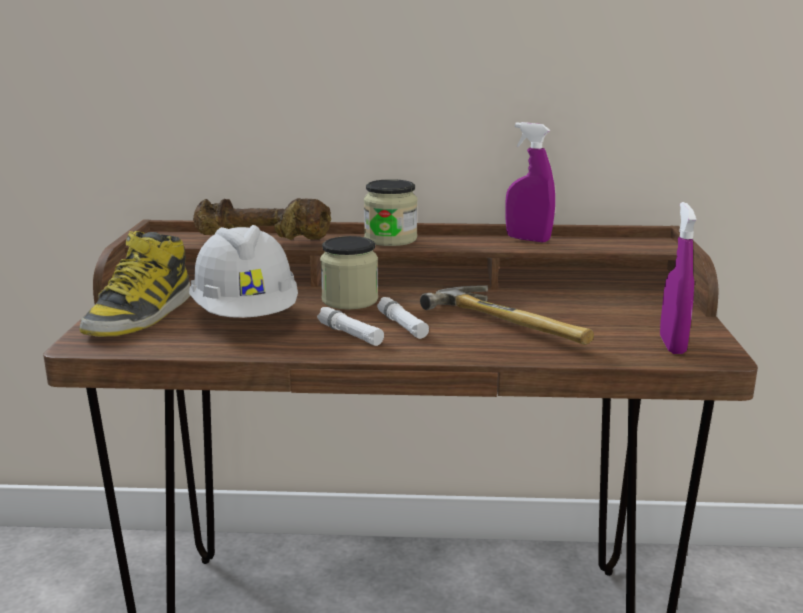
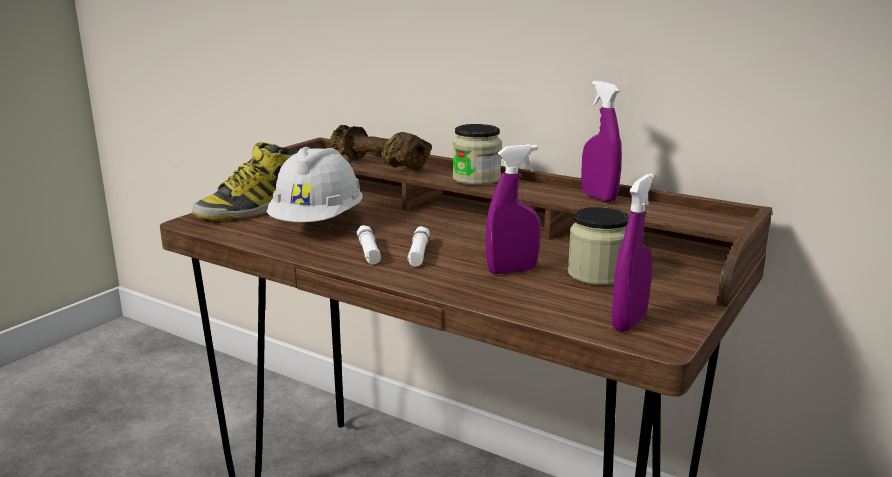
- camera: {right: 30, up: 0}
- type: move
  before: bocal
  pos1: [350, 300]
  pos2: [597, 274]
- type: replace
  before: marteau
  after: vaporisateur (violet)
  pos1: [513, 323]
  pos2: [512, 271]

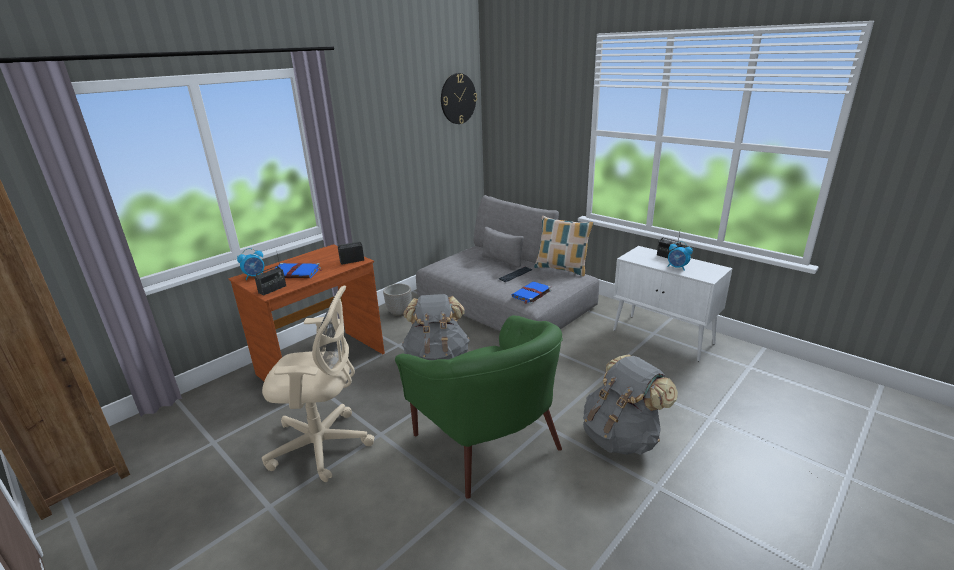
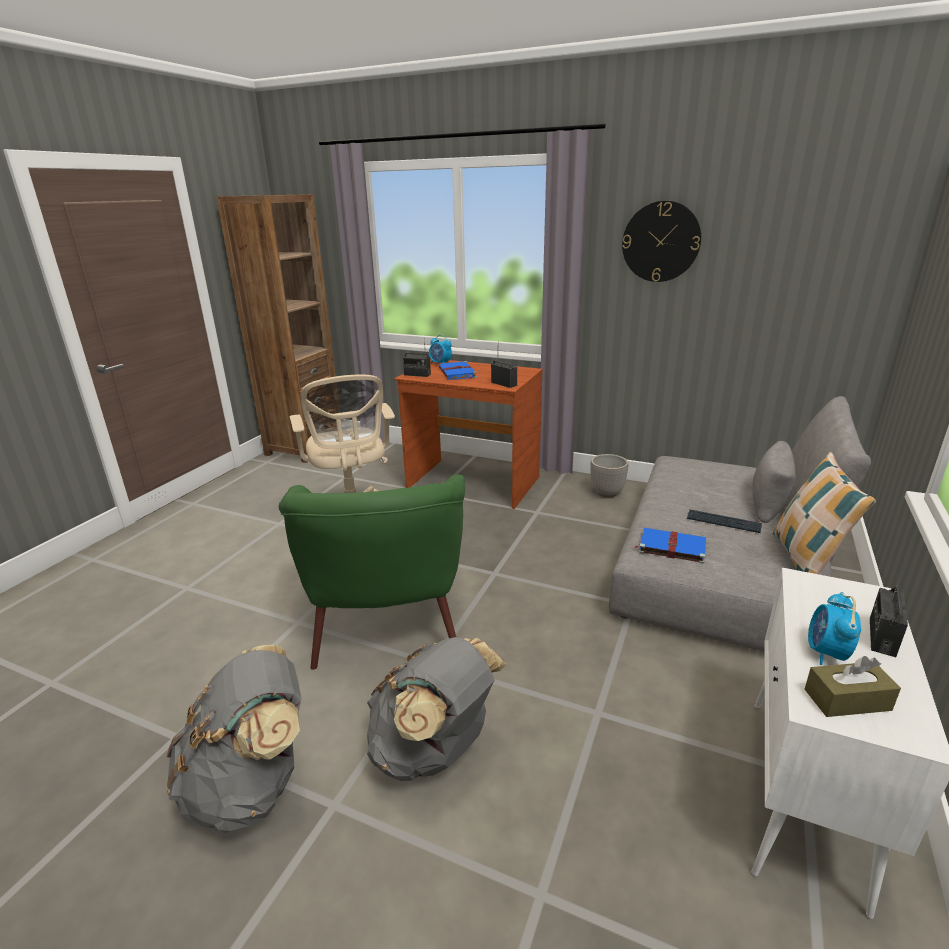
- camera: {right: 70, up: 0}
- type: insert
  after: boîte à mouchoirs (marron)
  pos2: [847, 700]
- type: move
  before: sac à dos (gris)
  pos1: [437, 359]
  pos2: [252, 784]
- type: move
  before: horloge murale
  pos1: [458, 99]
  pos2: [661, 242]
- type: rotate
  before: fauteuil (vert)
  pos1: [488, 441]
  pos2: [387, 619]
  turn: -45

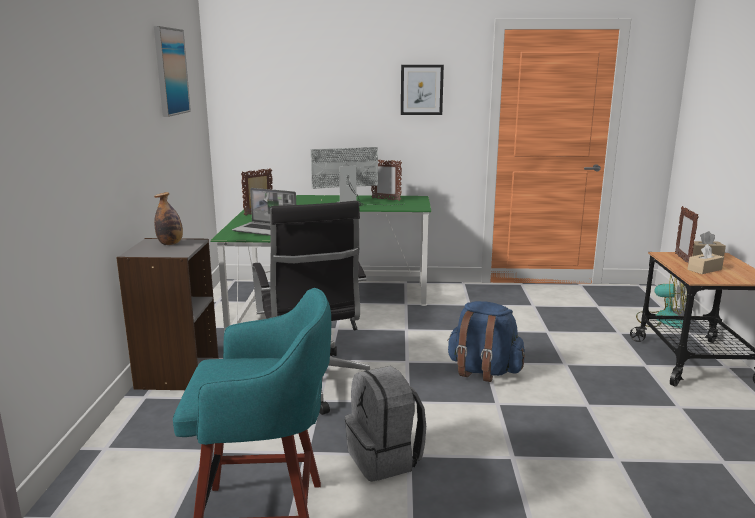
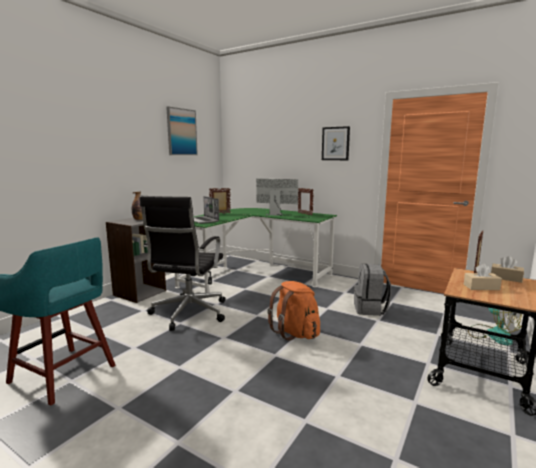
- camera: {right: 30, up: -5}
- type: move
  before: sac à dos (gris)
  pos1: [385, 458]
  pos2: [370, 309]
- type: recolor
  before: sac à dos (bleu)
  after: sac à dos (orange)
  pos1: [483, 371]
  pos2: [295, 333]

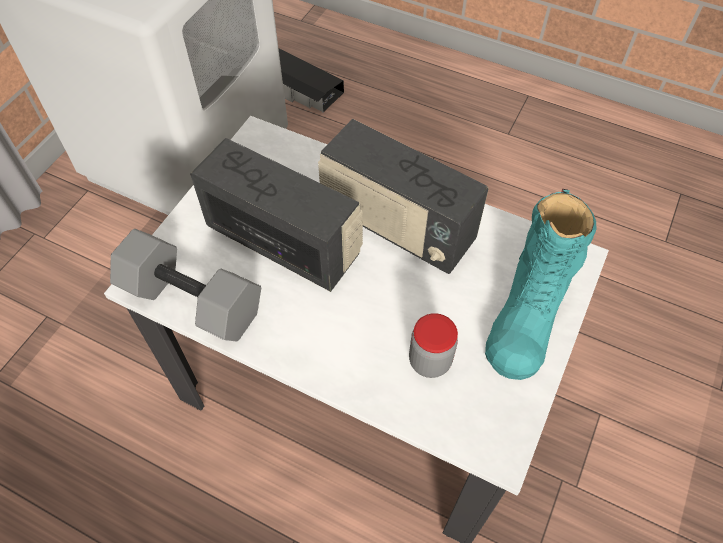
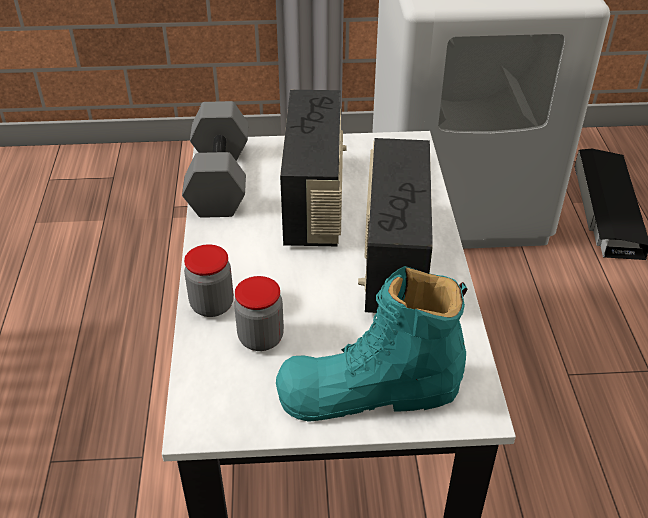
- camera: {right: 60, up: -15}
- type: insert
  after: bocal
  pos2: [212, 305]

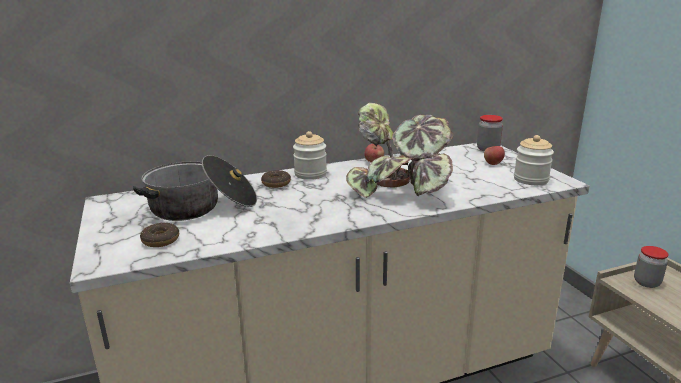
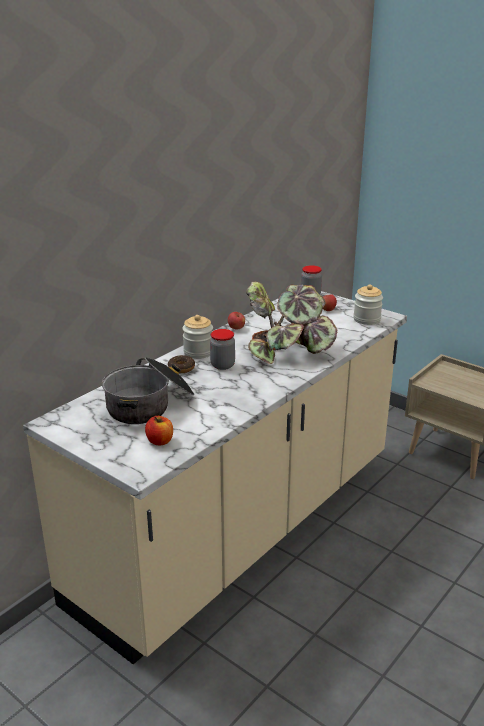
- camera: {right: -30, up: 5}
- type: move
  before: bocal
  pos1: [646, 282]
  pos2: [222, 365]
- type: replace
  before: beignet
  after: pomme
  pos1: [160, 240]
  pos2: [160, 441]

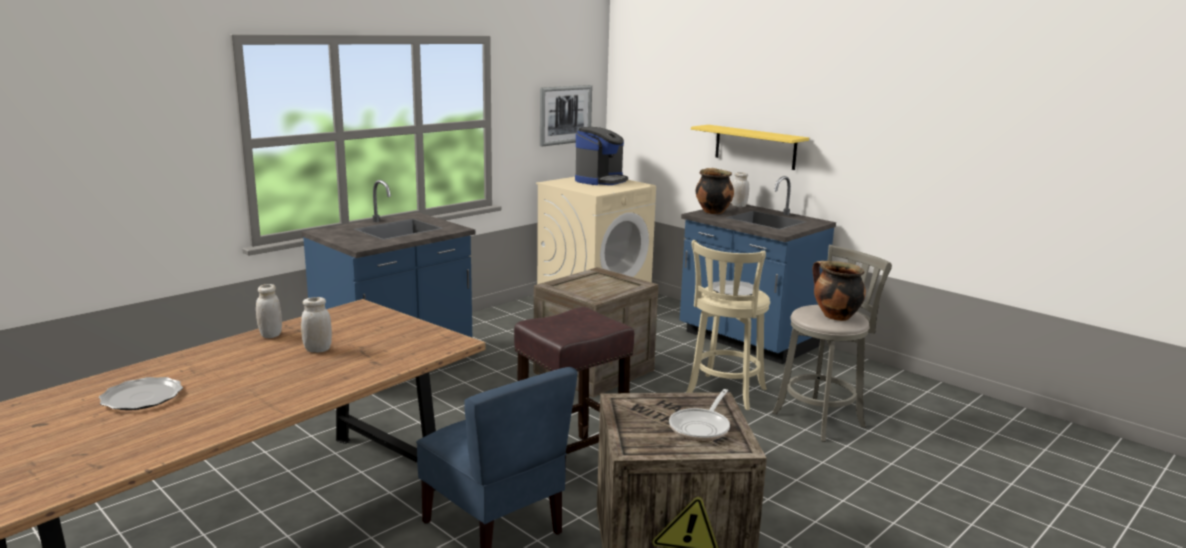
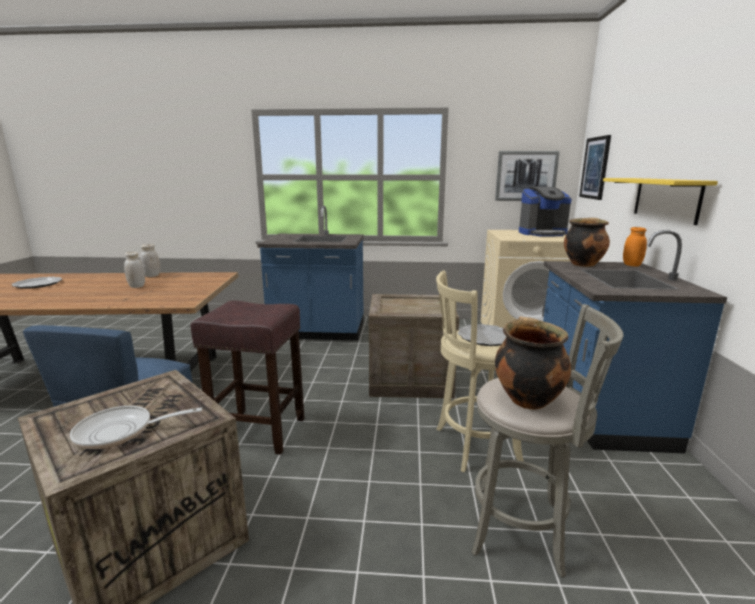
- camera: {right: 50, up: 0}
- type: insert
  after: tableau
  pos2: [595, 168]
- type: recolor
  before: bocal (blanc)
  after: bocal (orange)
  pos1: [738, 206]
  pos2: [631, 265]

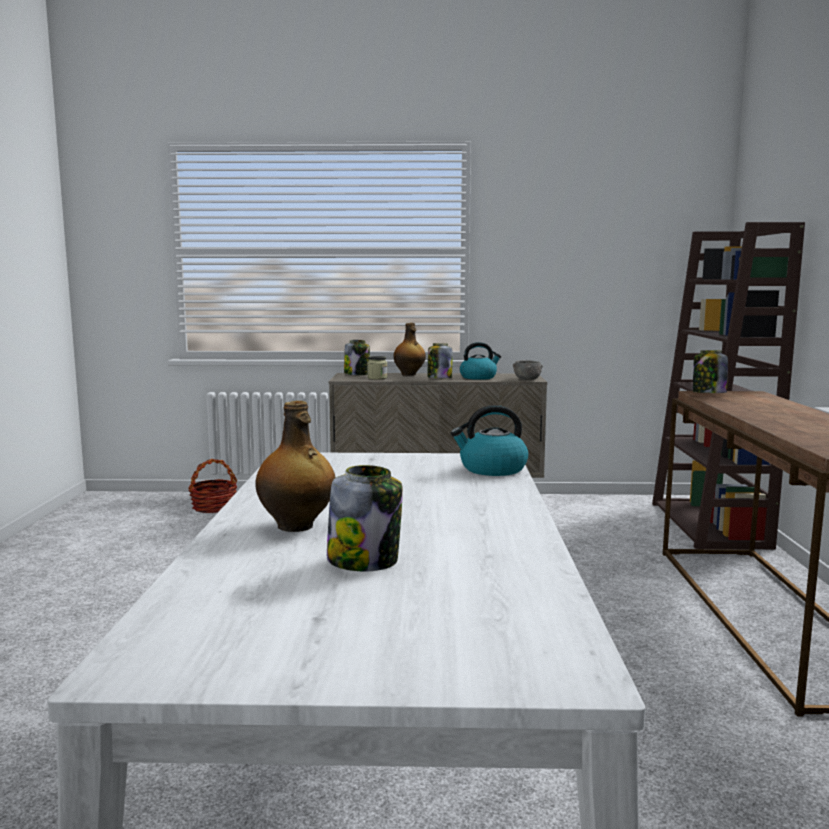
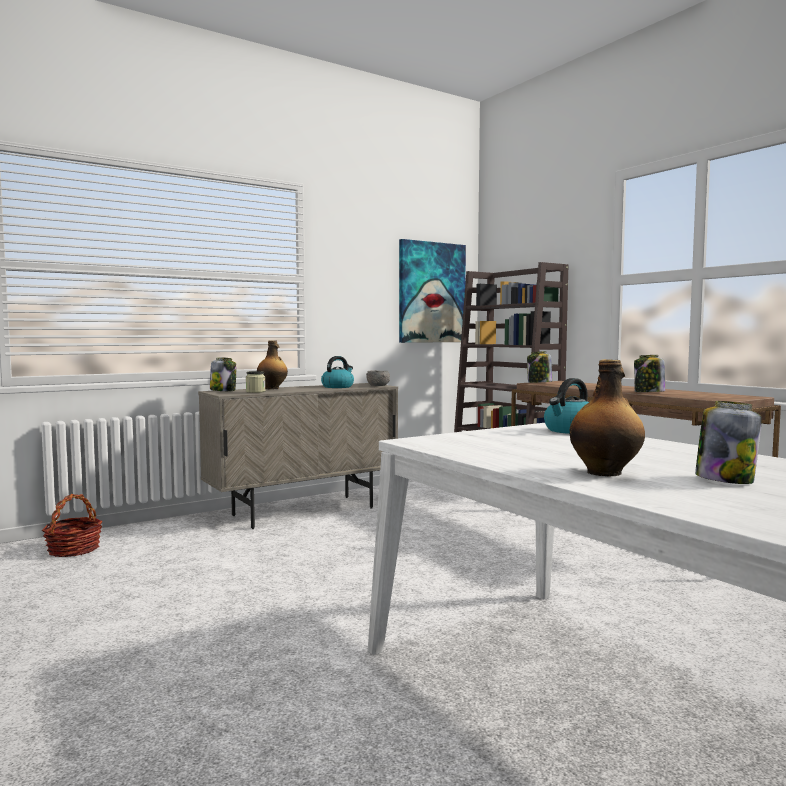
- camera: {right: -35, up: -5}
- type: insert
  after: tableau
  pos2: [431, 292]
- type: move
  before: bocal
  pos1: [439, 378]
  pos2: [648, 392]

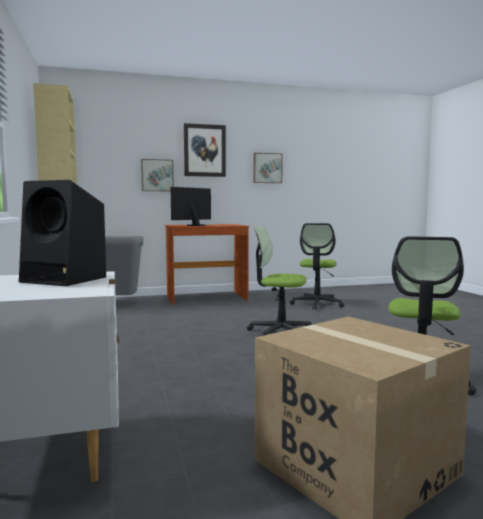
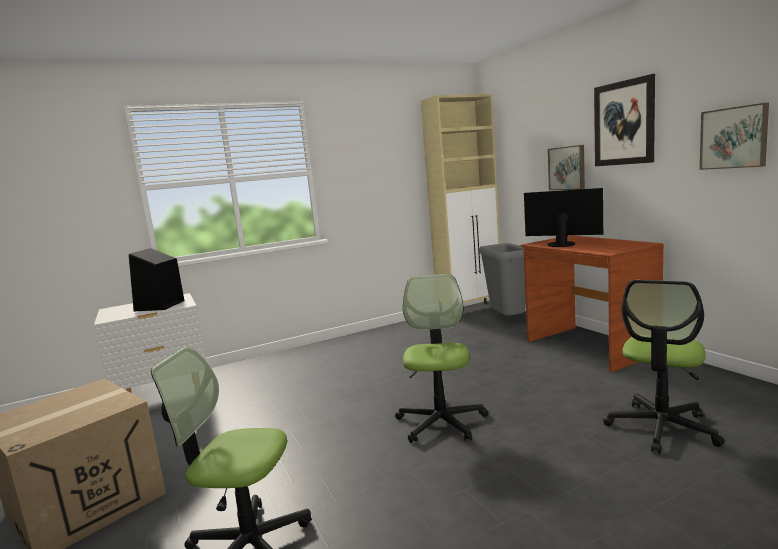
- camera: {right: 80, up: 5}
- type: rotate
  before: chaise de bureau
  pos1: [317, 304]
  pos2: [661, 428]
  turn: -60

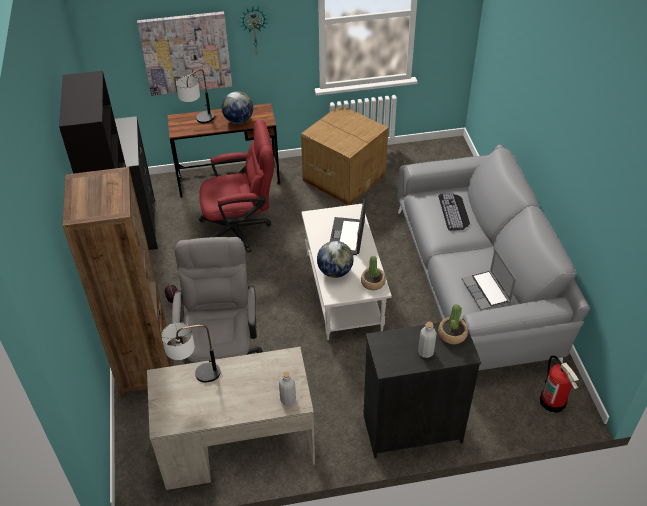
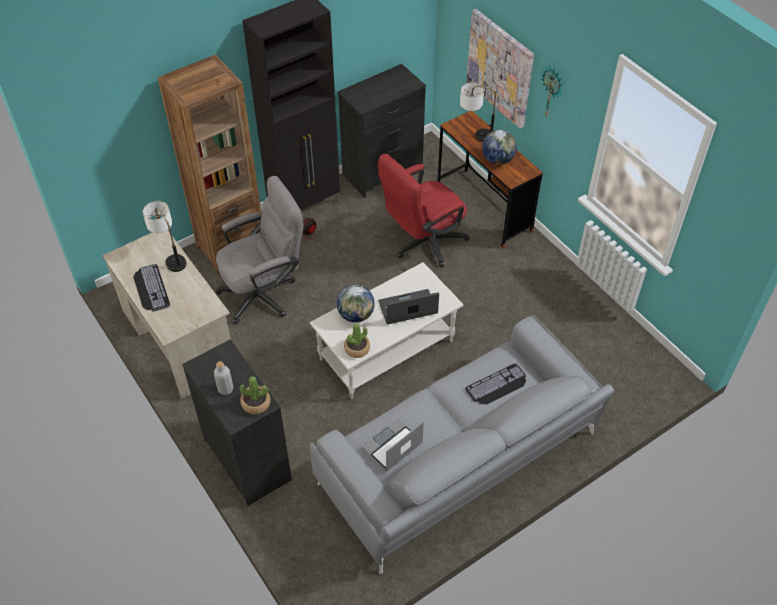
- camera: {right: 65, up: 5}
- type: delete
  before: bouteille (gris)
  pos1: [288, 400]
- type: delete
  before: carton
  pos1: [344, 176]
- type: delete
  before: extincteur
  pos1: [553, 401]
- type: insert
  after: clavier
  pos2: [150, 288]
- type: rotate
  before: chaise de bureau (rouge)
  pos1: [241, 229]
  pos2: [423, 244]
  turn: 90

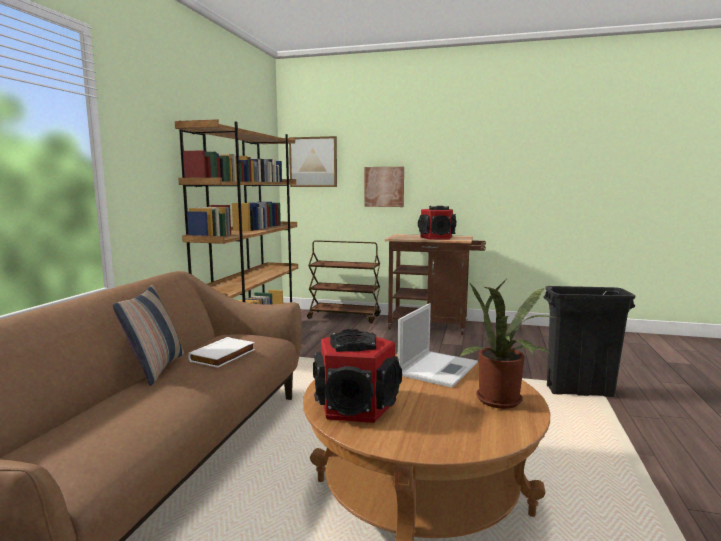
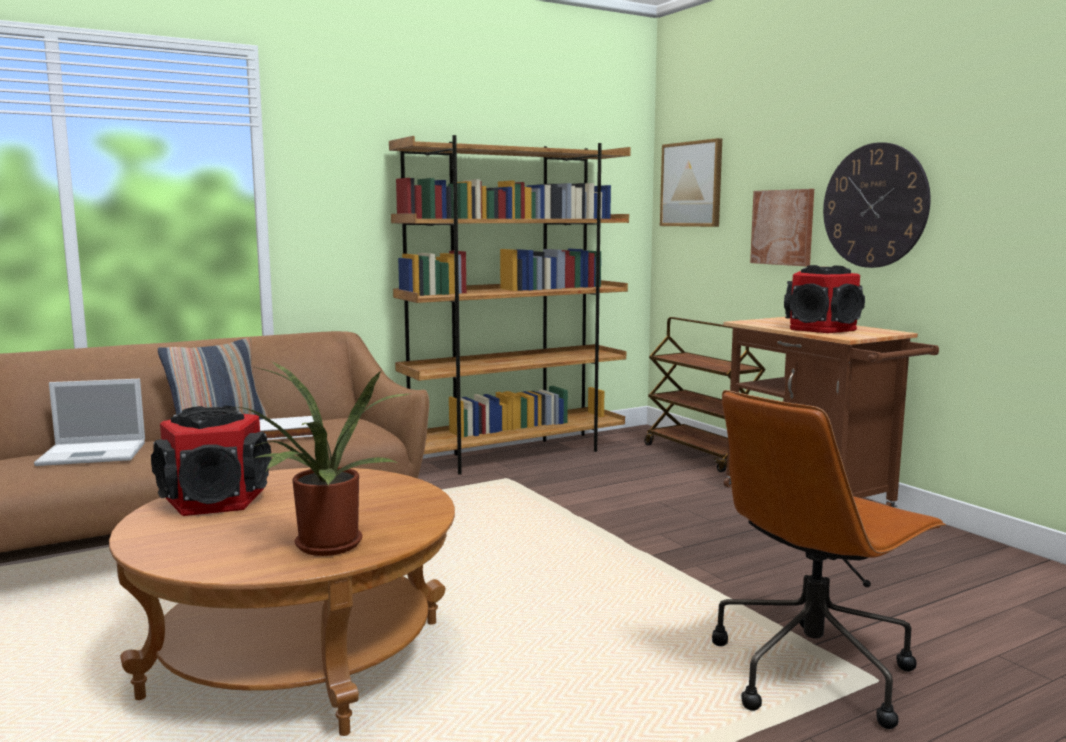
- camera: {right: 45, up: 0}
- type: insert
  after: horloge murale
  pos2: [874, 205]
- type: move
  before: ordinateur portable
  pos1: [438, 368]
  pos2: [95, 453]
- type: replace
  before: poubelle (noir)
  after: chaise de bureau (marron)
  pos1: [579, 391]
  pos2: [812, 670]

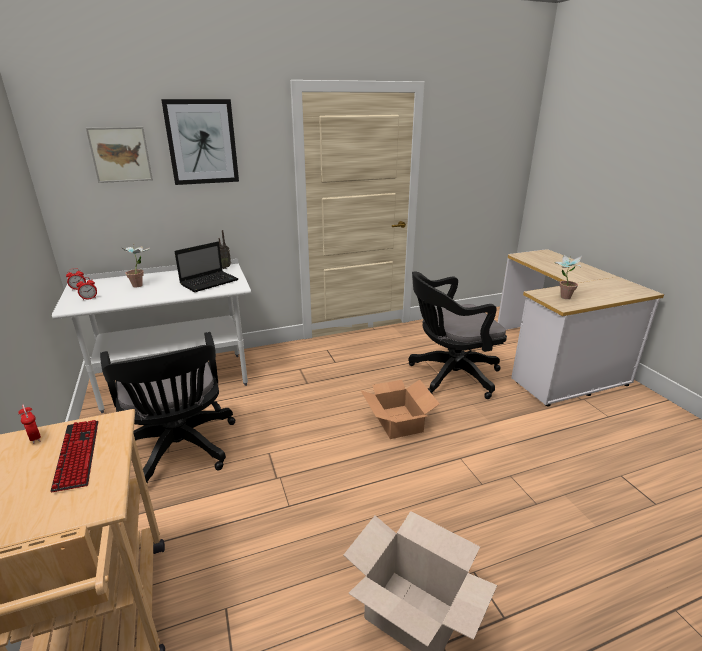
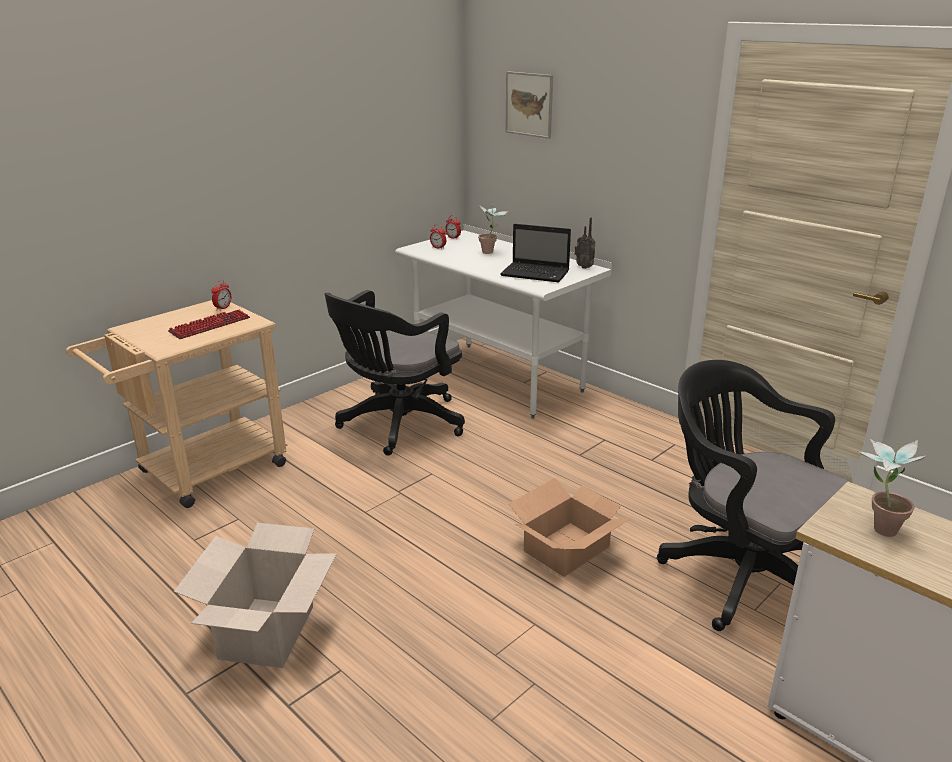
- camera: {right: 65, up: 0}
- type: delete
  before: tableau
  pos1: [202, 142]

